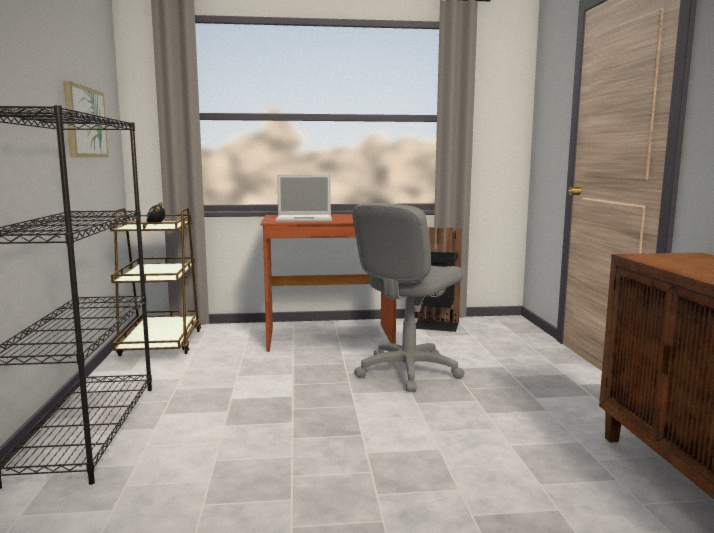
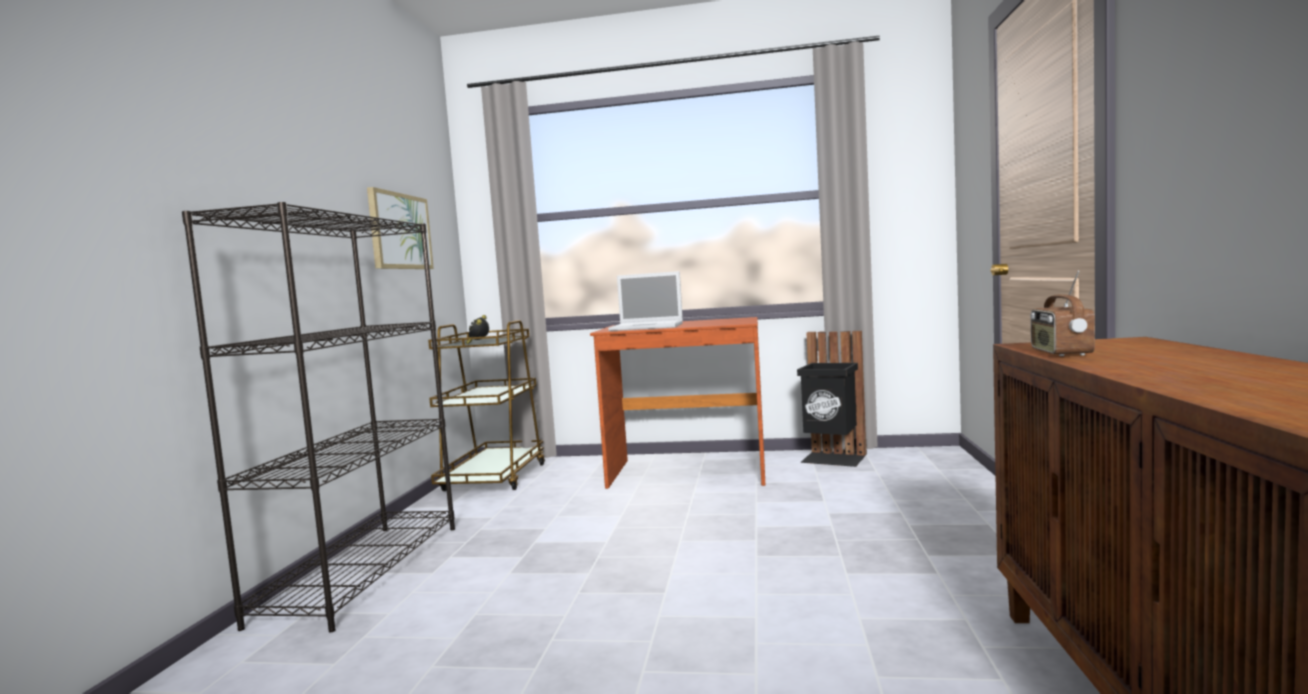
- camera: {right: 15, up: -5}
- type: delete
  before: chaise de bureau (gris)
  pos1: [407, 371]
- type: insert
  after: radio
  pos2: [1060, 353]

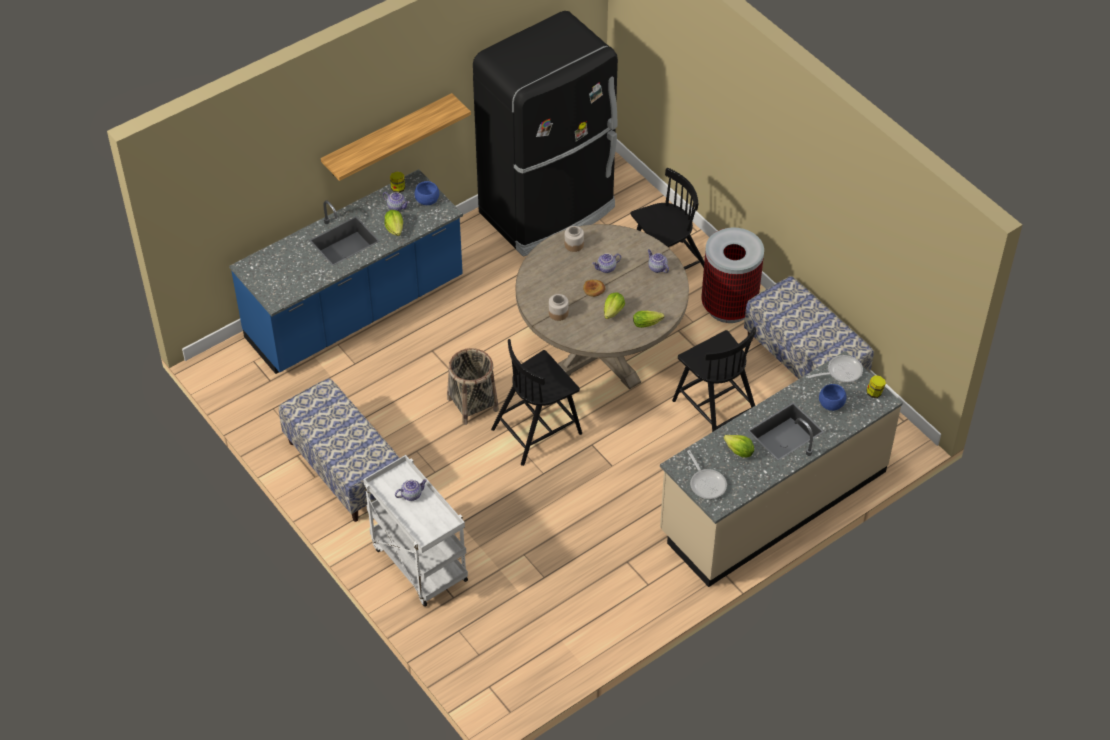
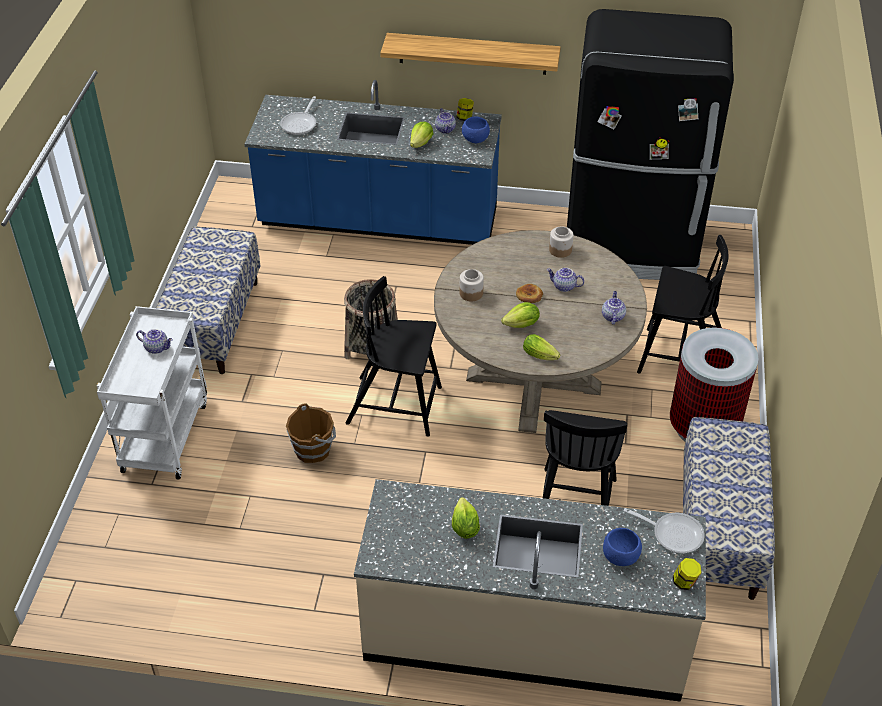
- camera: {right: 45, up: -5}
- type: insert
  after: seau (marron)
  pos2: [313, 449]
- type: move
  before: poêle
  pos1: [706, 483]
  pos2: [300, 124]

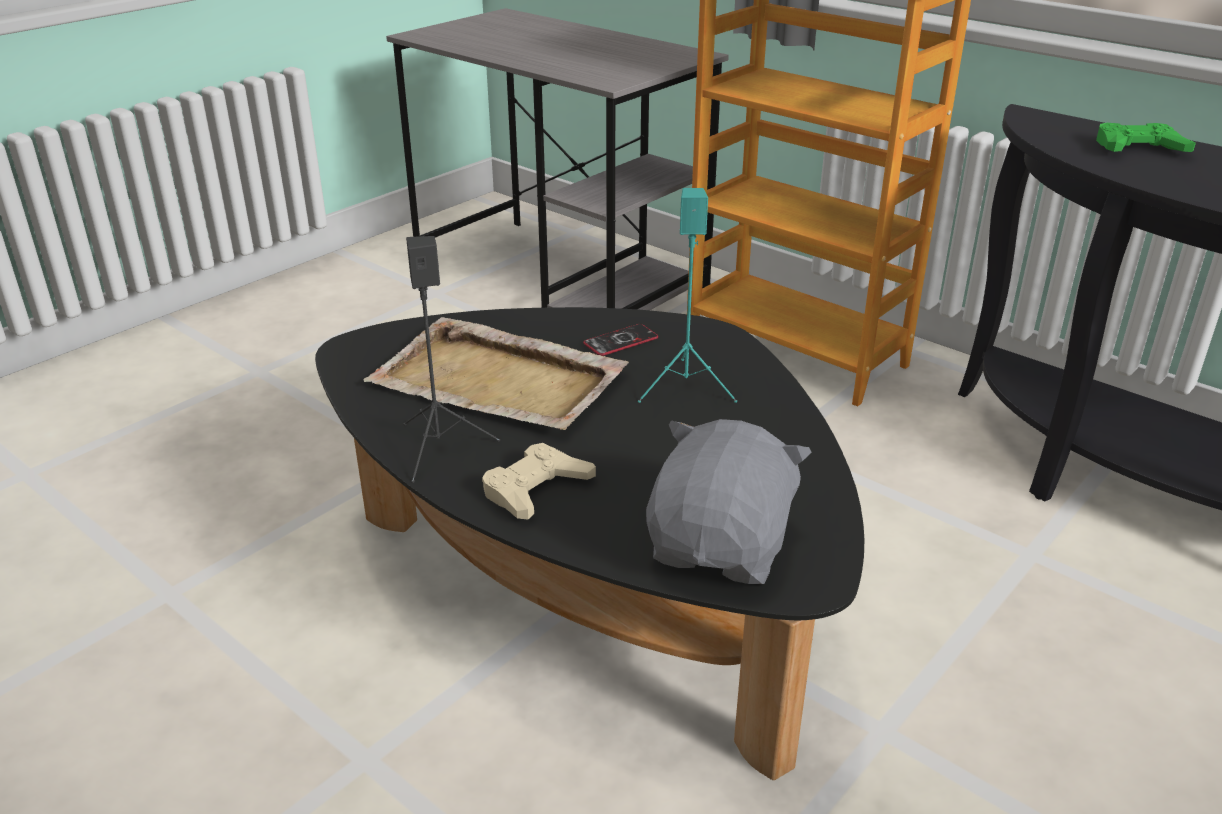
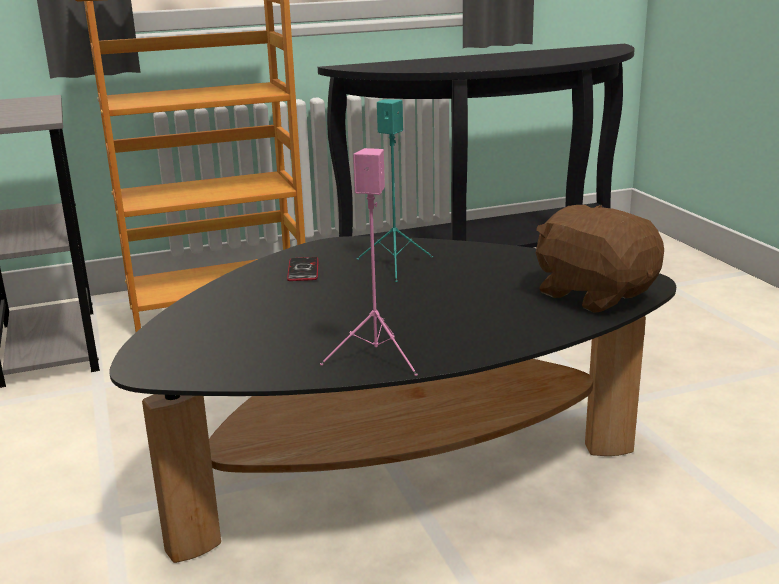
- camera: {right: -60, up: -10}
- type: delete
  before: plateau (beige)
  pos1: [500, 381]
- type: delete
  before: manette (beige)
  pos1: [535, 489]
- type: delete
  before: manette (vert)
  pos1: [1138, 148]
- type: recolor
  before: enceinte (noir)
  after: enceinte (rose)
  pos1: [439, 449]
  pos2: [377, 357]
- type: recolor
  before: peluche (gris)
  after: peluche (marron)
  pos1: [722, 547]
  pos2: [594, 294]

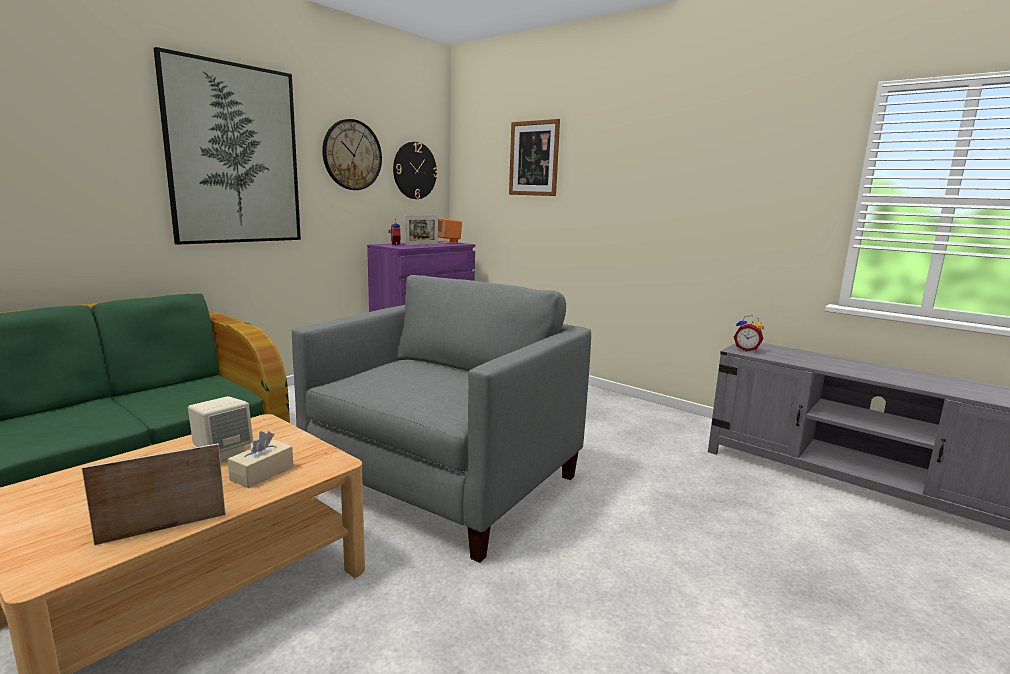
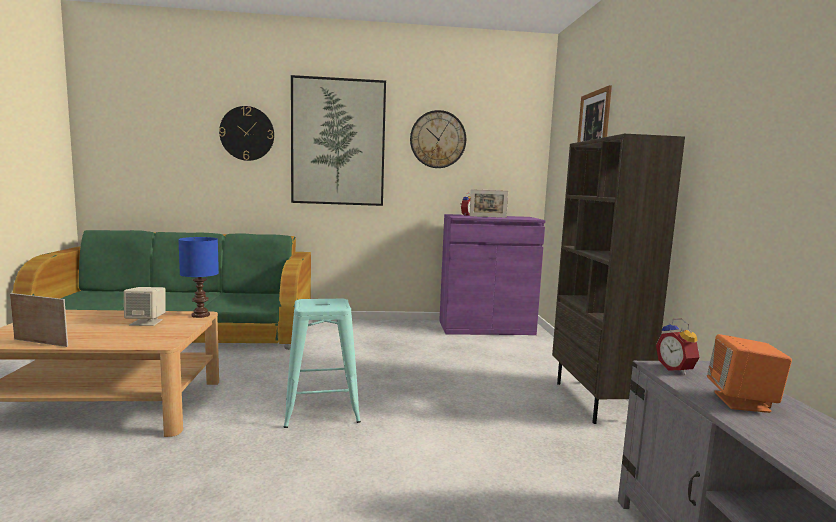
- camera: {right: 45, up: -5}
- type: delete
  before: boîte à mouchoirs (beige)
  pos1: [262, 473]
- type: insert
  after: lampe de table (bleu)
  pos2: [201, 315]
- type: insert
  after: bibliothèque (marron)
  pos2: [596, 402]
- type: move
  before: horloge murale
  pos1: [414, 170]
  pos2: [247, 133]
- type: move
  before: enceinte (orange)
  pos1: [449, 242]
  pos2: [742, 402]
- type: replace
  before: fauteuil (gris)
  after: tabouret (turquoise)
  pos1: [445, 483]
  pos2: [321, 410]

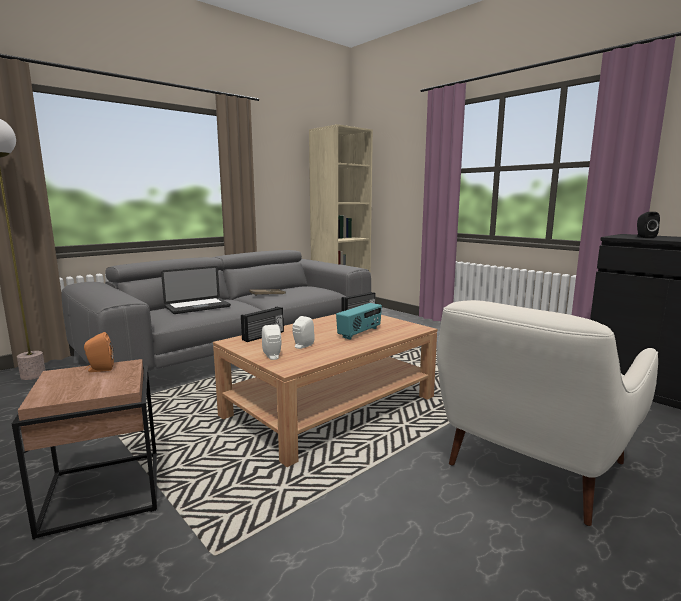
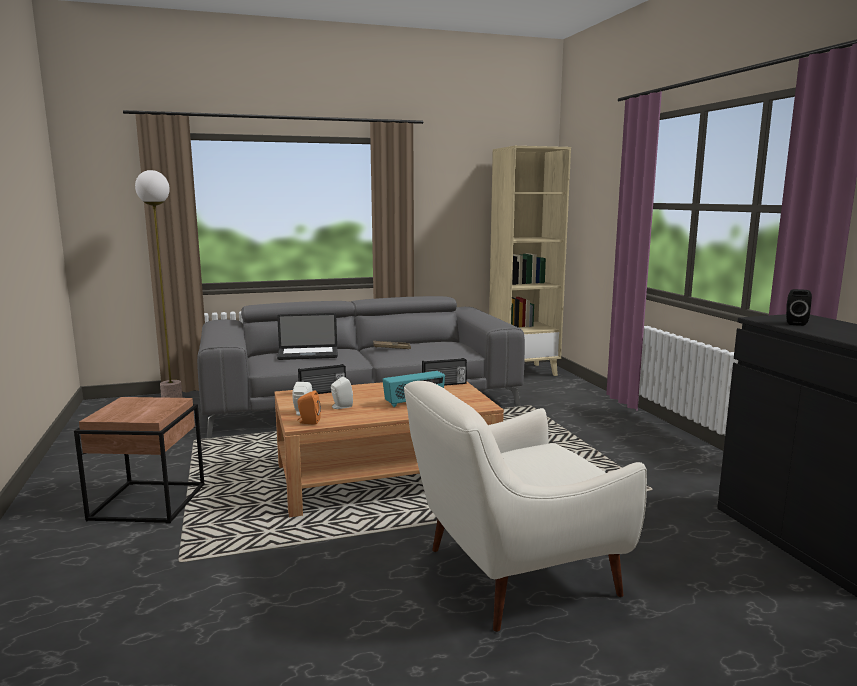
- camera: {right: 25, up: 0}
- type: move
  before: enceinte (orange)
  pos1: [99, 369]
  pos2: [308, 422]

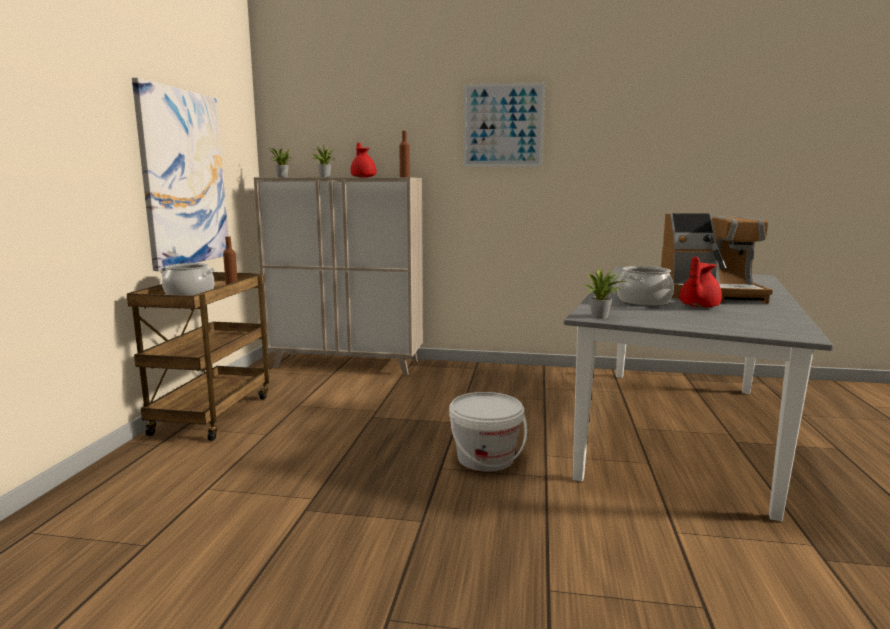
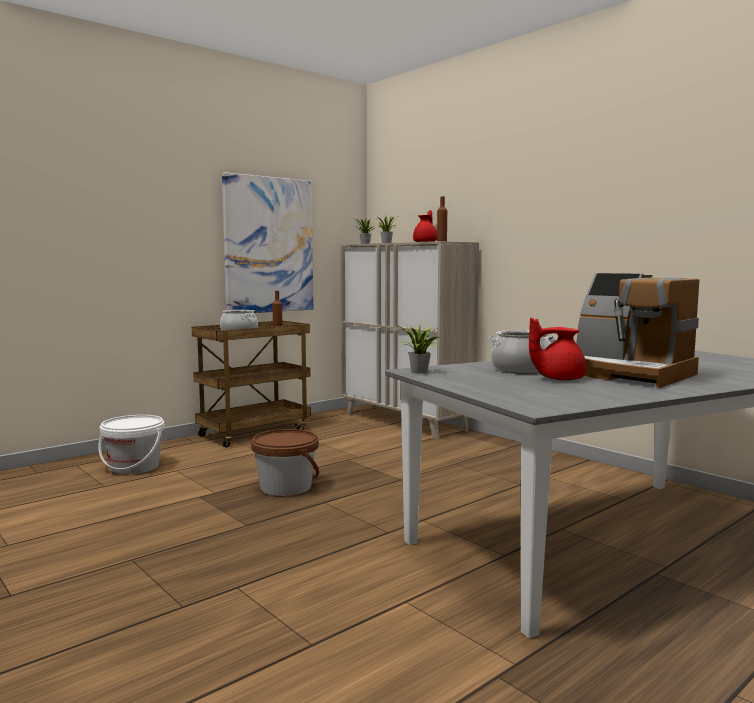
- camera: {right: 40, up: -5}
- type: delete
  before: tableau
  pos1: [503, 125]
- type: insert
  after: seau (marron)
  pos2: [286, 487]
- type: move
  before: seau (blanc)
  pos1: [485, 458]
  pos2: [134, 467]

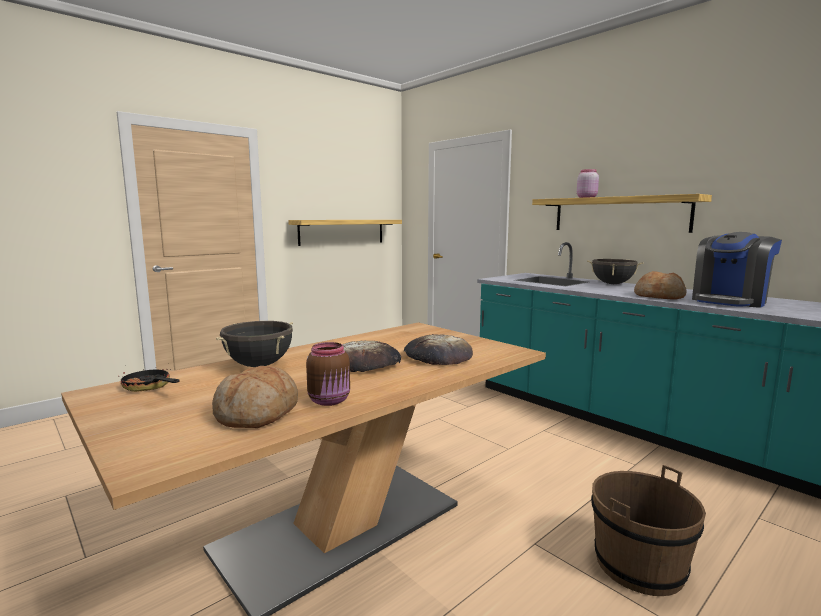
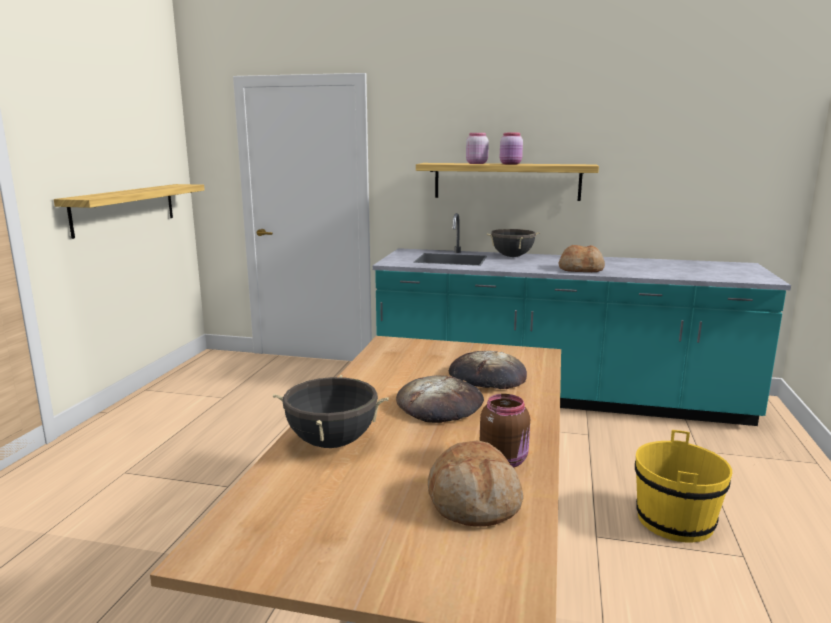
- camera: {right: -35, up: 5}
- type: delete
  before: poêle
  pos1: [149, 387]
- type: delete
  before: machine à café
  pos1: [730, 301]
- type: insert
  after: bocal (rose)
  pos2: [511, 164]
- type: recolor
  before: seau (marron)
  after: seau (jaune)
  pos1: [639, 565]
  pos2: [675, 520]

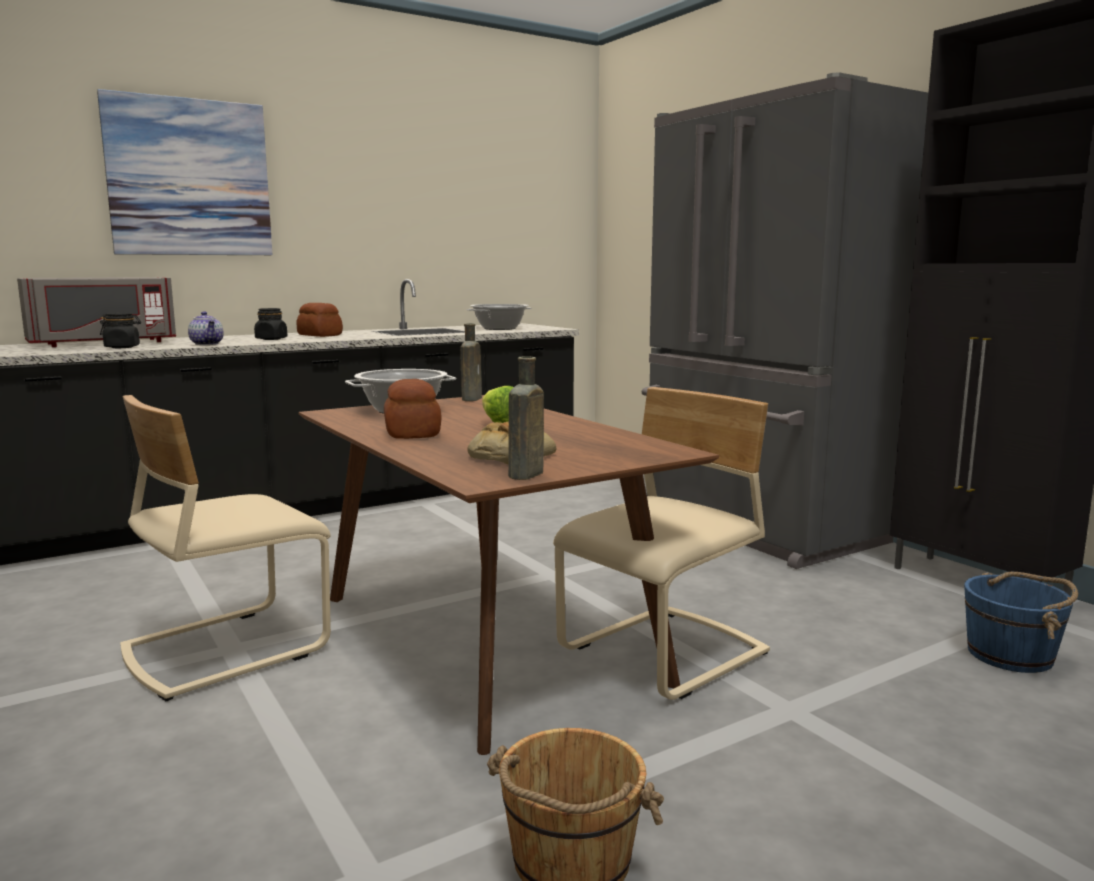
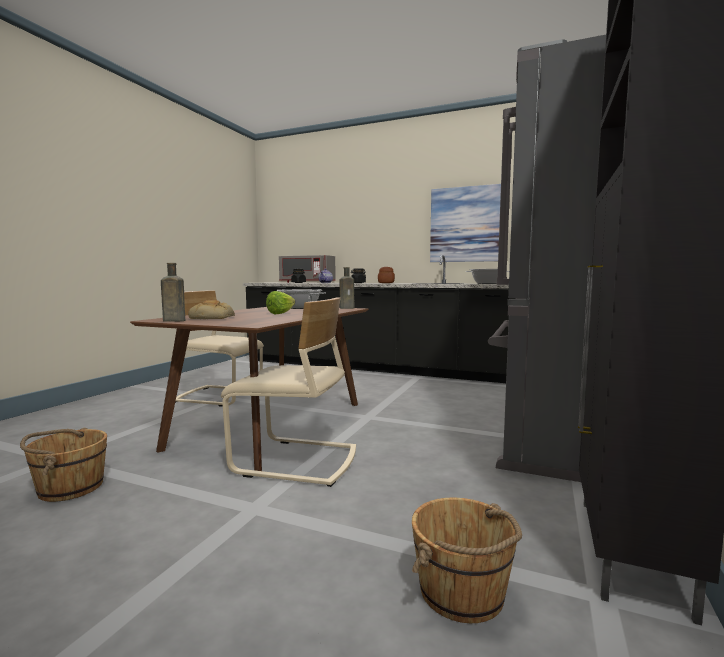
- camera: {right: 55, up: -5}
- type: delete
  before: pain
  pos1: [413, 432]
- type: move
  before: tableau
  pos1: [189, 178]
  pos2: [467, 224]
- type: recolor
  before: seau (bleu)
  after: seau (marron)
  pos1: [1011, 655]
  pos2: [463, 592]

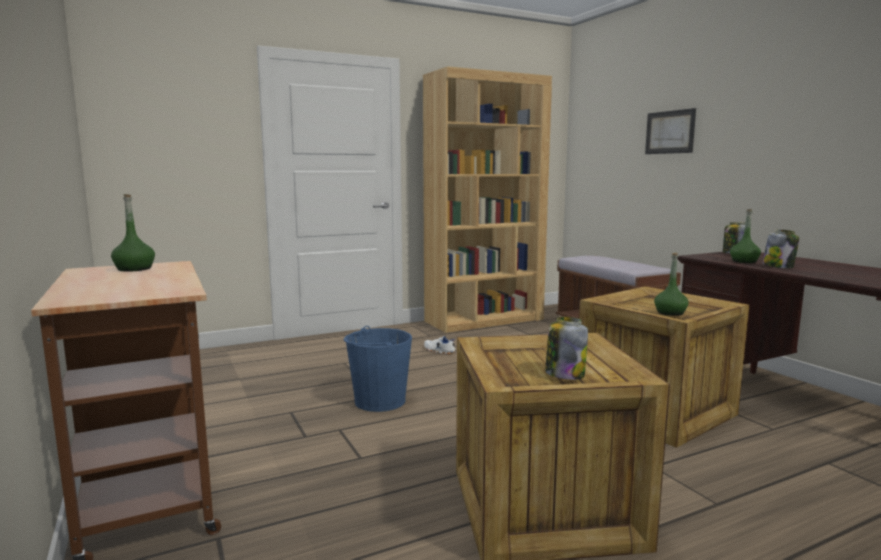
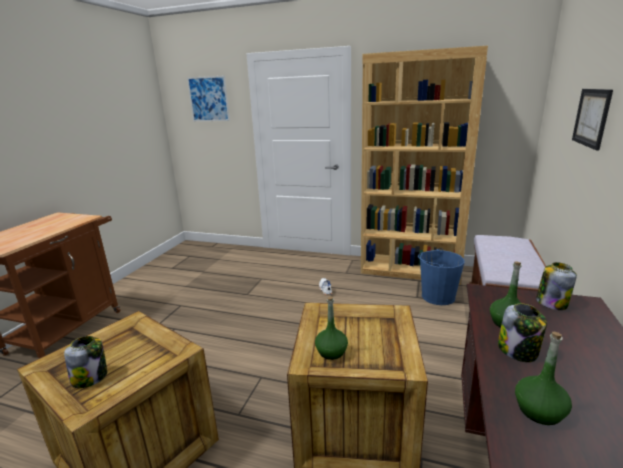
- camera: {right: 45, up: 10}
- type: insert
  after: tableau
  pos2: [208, 99]
- type: move
  before: bouteille (vert)
  pos1: [134, 269]
  pos2: [539, 410]
- type: move
  before: seau (bleu)
  pos1: [379, 401]
  pos2: [437, 296]

